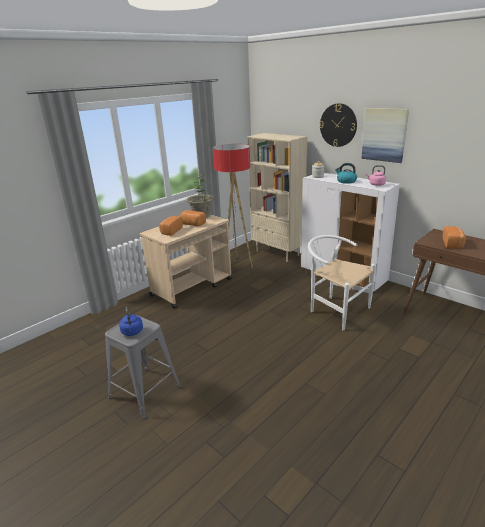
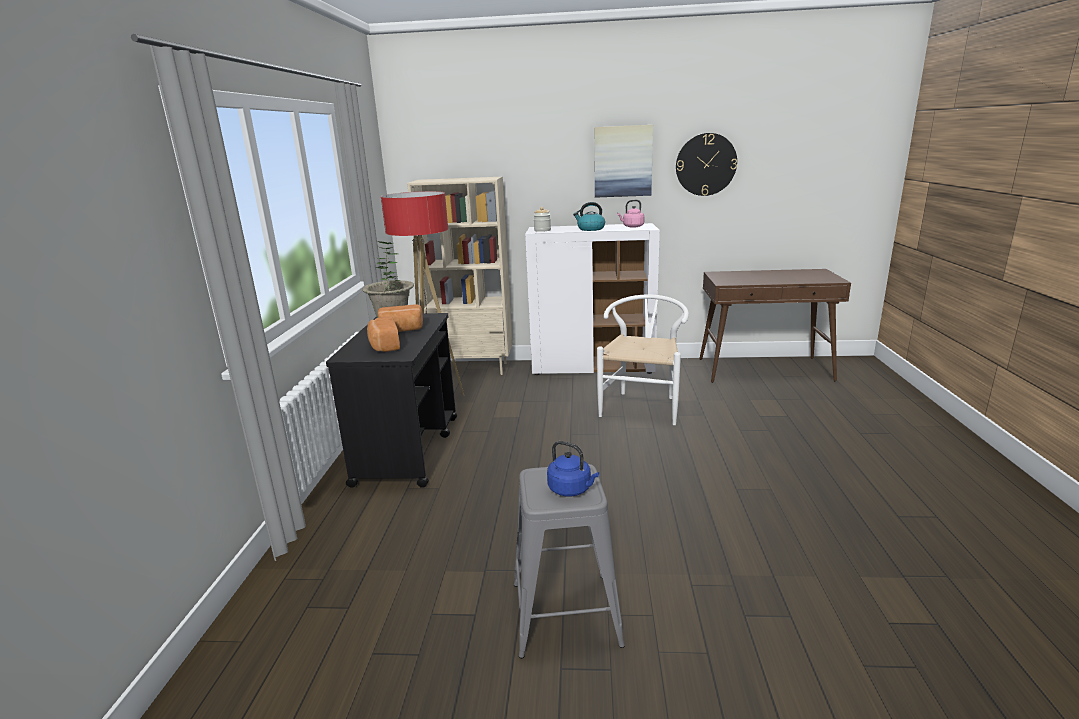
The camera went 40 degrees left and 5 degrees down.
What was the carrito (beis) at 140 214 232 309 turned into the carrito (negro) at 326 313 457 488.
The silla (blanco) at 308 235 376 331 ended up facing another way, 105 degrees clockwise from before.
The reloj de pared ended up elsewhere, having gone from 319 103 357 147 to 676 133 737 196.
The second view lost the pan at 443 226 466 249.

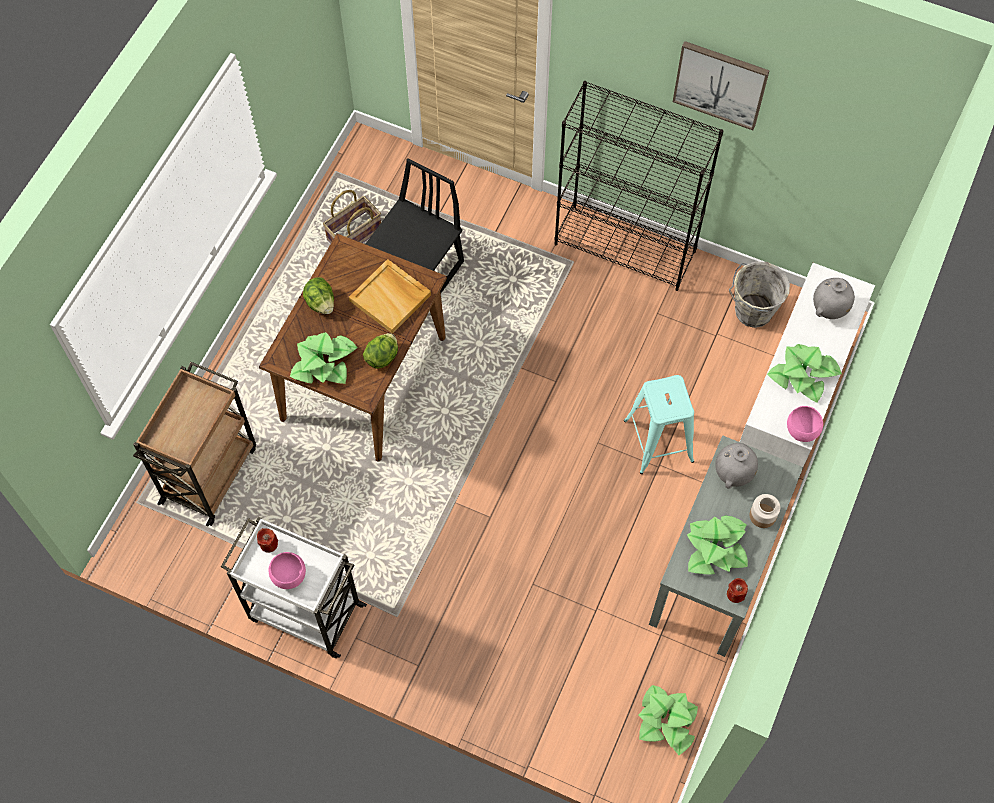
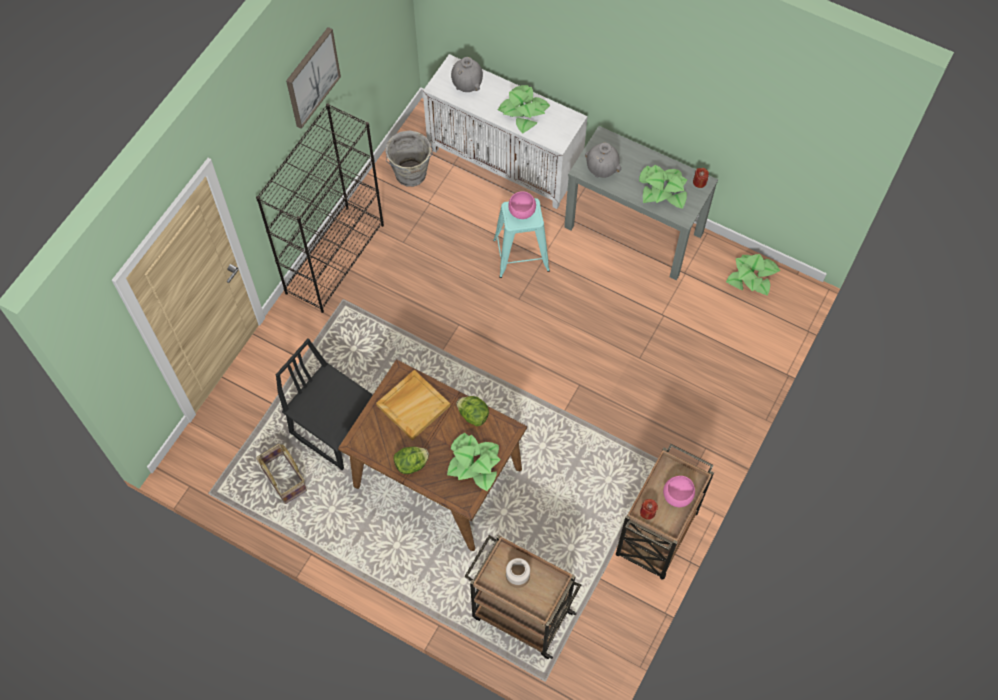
The camera went 85 degrees left and 0 degrees up.
What was the carrito (blanco) at 221 517 367 658 turned into the carrito (marrón) at 616 444 714 580.
The tarro ended up elsewhere, having gone from 750 494 780 528 to 506 558 530 588.
The cuenco (rosa) ended up elsewhere, having gone from 787 406 823 442 to 508 191 536 219.

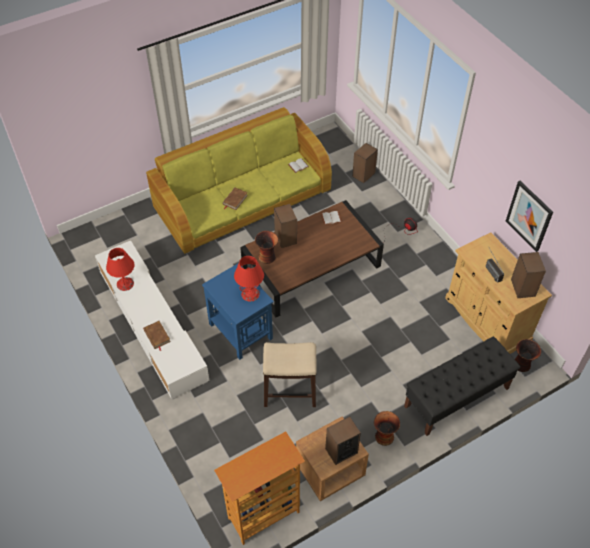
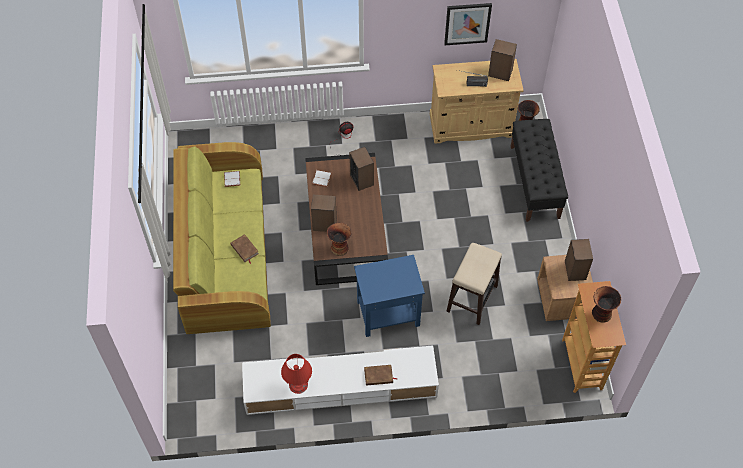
The camera went 65 degrees left and 5 degrees up.
The second view lost the lámpara de mesa (rojo) at 234 256 264 302.
The altavoz ended up elsewhere, having gone from 352 143 378 183 to 349 147 374 191.
The florero ended up elsewhere, having gone from 374 411 400 446 to 592 286 621 323.

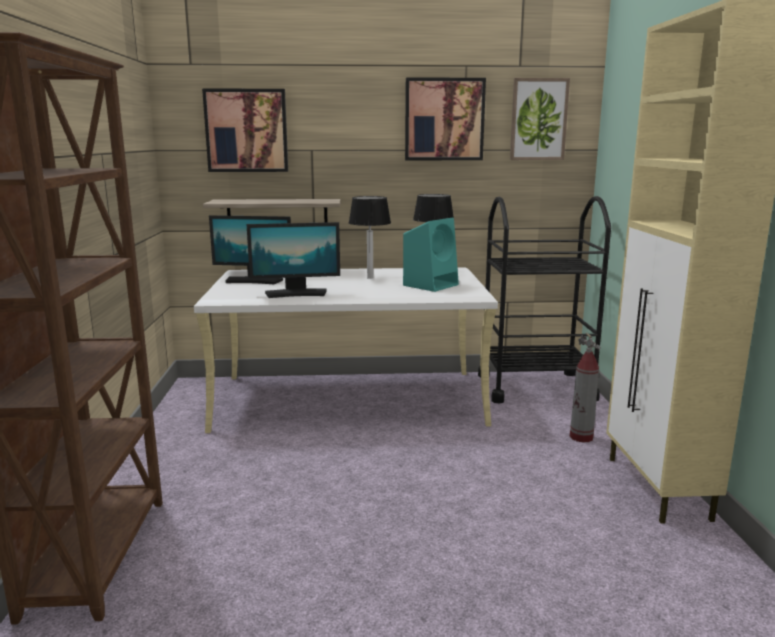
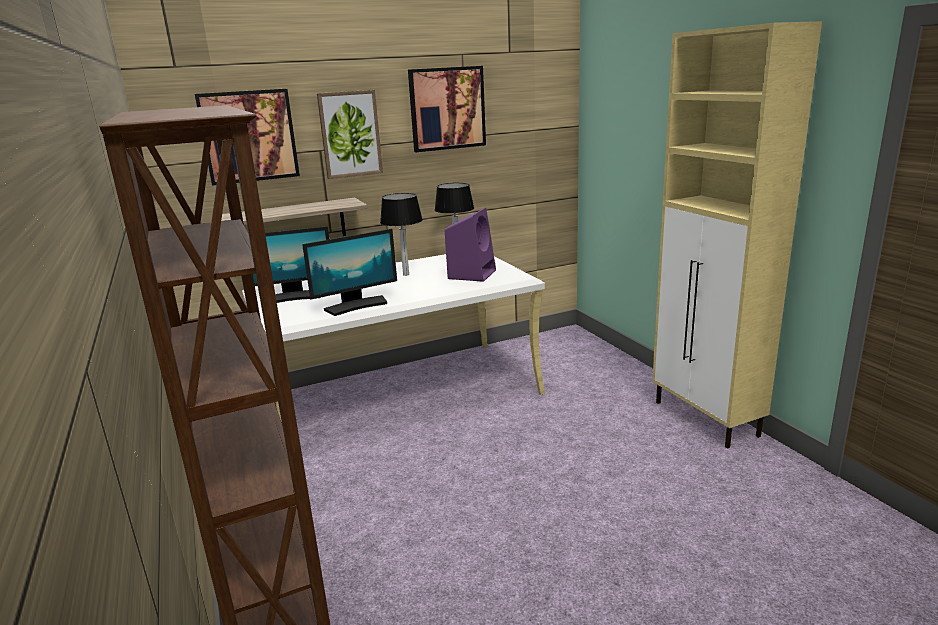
The camera went 20 degrees left and 5 degrees up.
What was the altavoz (turquesa) at 403 218 459 292 turned into the altavoz (morado) at 445 208 496 282.
The second view lost the carrito (negro) at 478 196 611 403.
The cuadro ended up elsewhere, having gone from 510 78 570 160 to 317 90 383 179.
The second view lost the extintor at 570 333 601 442.

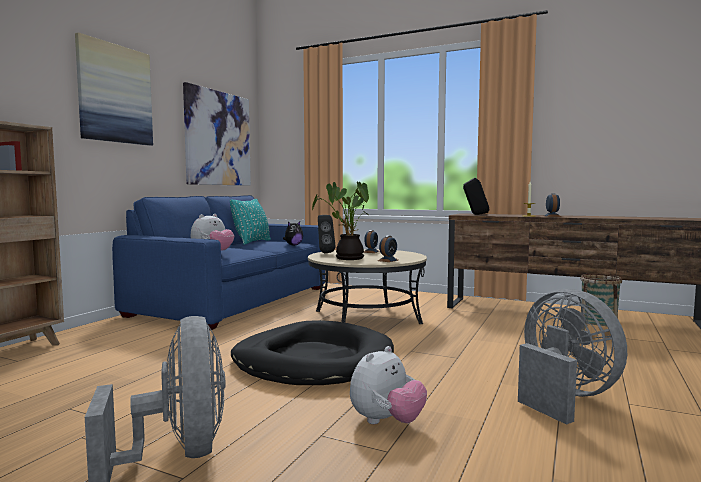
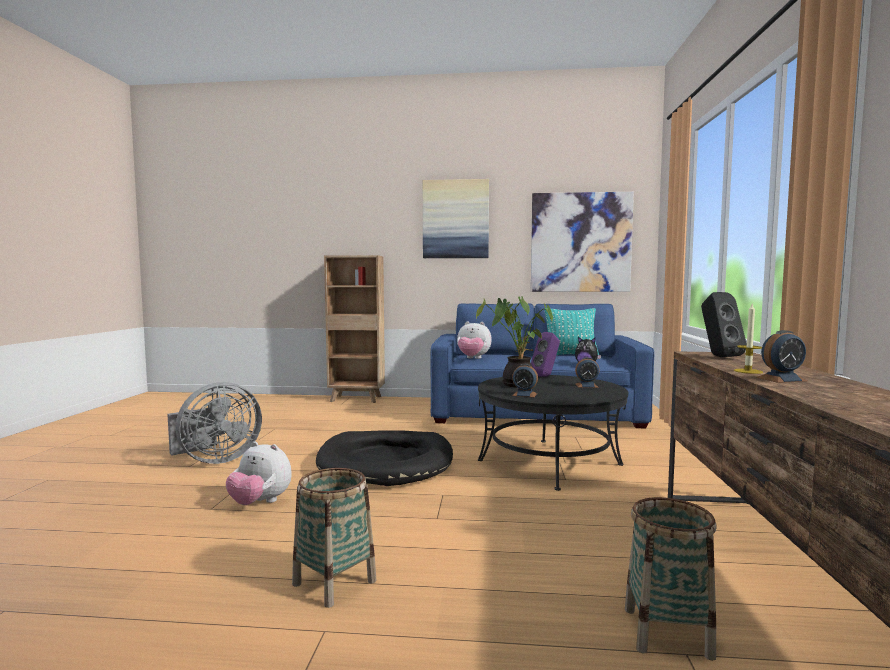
The camera went 70 degrees right and 0 degrees up.
What was the mesa de centro (beis) at 308 249 427 324 turned into the mesa de centro (negro) at 478 375 628 491.
What was the altavoz (negro) at 318 215 335 253 turned into the altavoz (morado) at 531 332 560 377.
Where the ventilador (gris) stood at 518 289 627 425, the cesta came to stand at 292 468 377 608.

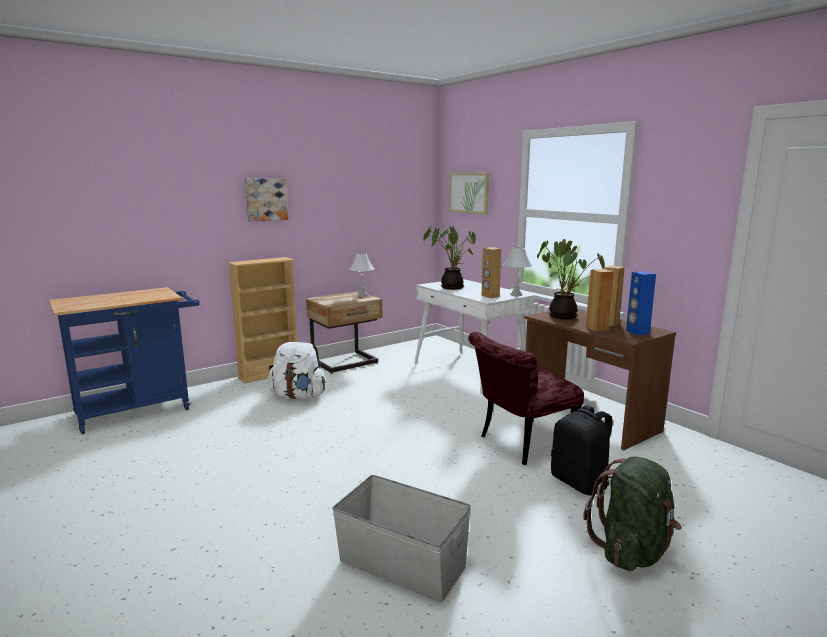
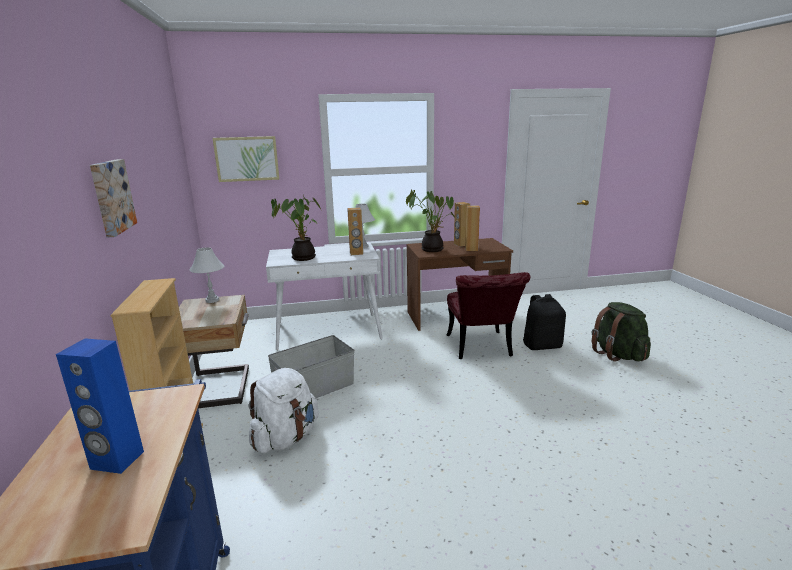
The camera went 65 degrees left and 5 degrees up.
The caja de almacenaje (gris) ended up elsewhere, having gone from 332 475 471 602 to 268 335 355 399.
The altavoz (azul) ended up elsewhere, having gone from 626 271 656 335 to 56 338 144 474.

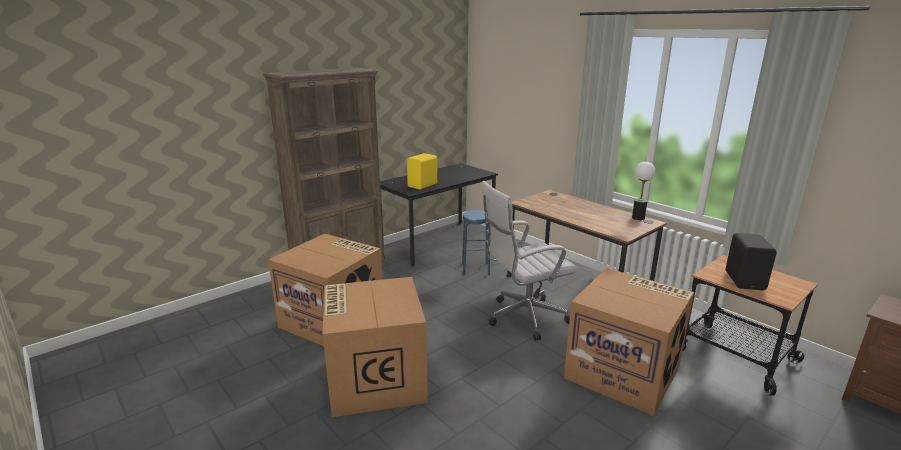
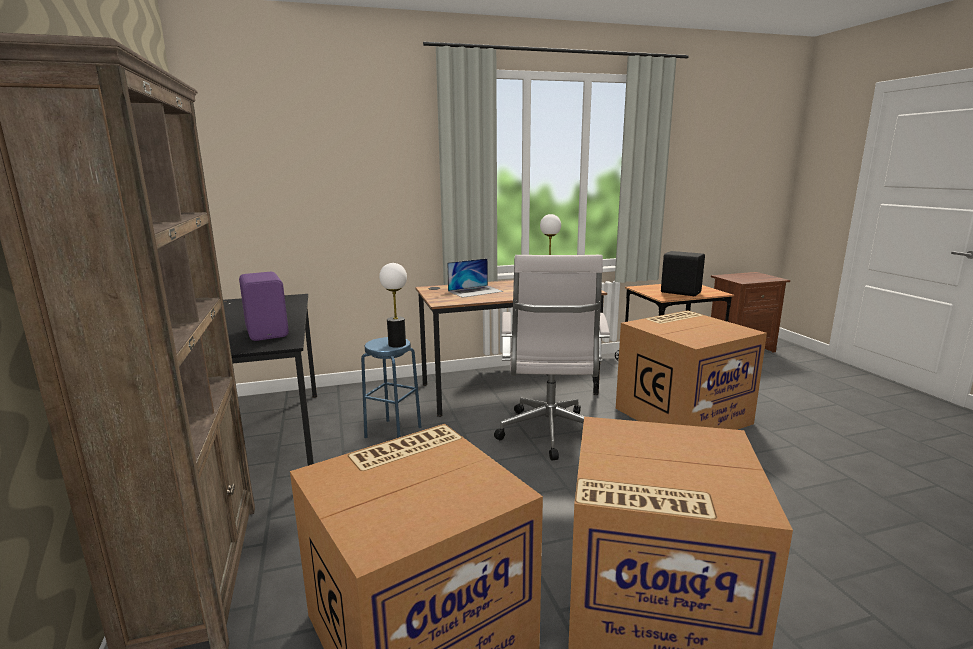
The camera went 65 degrees left and 5 degrees down.
What was the altavoz (amarillo) at 407 153 437 190 turned into the altavoz (morado) at 239 272 289 341.
The second view gained the lámpara de mesa at 379 263 407 347.
The second view gained the portátil at 447 258 503 298.

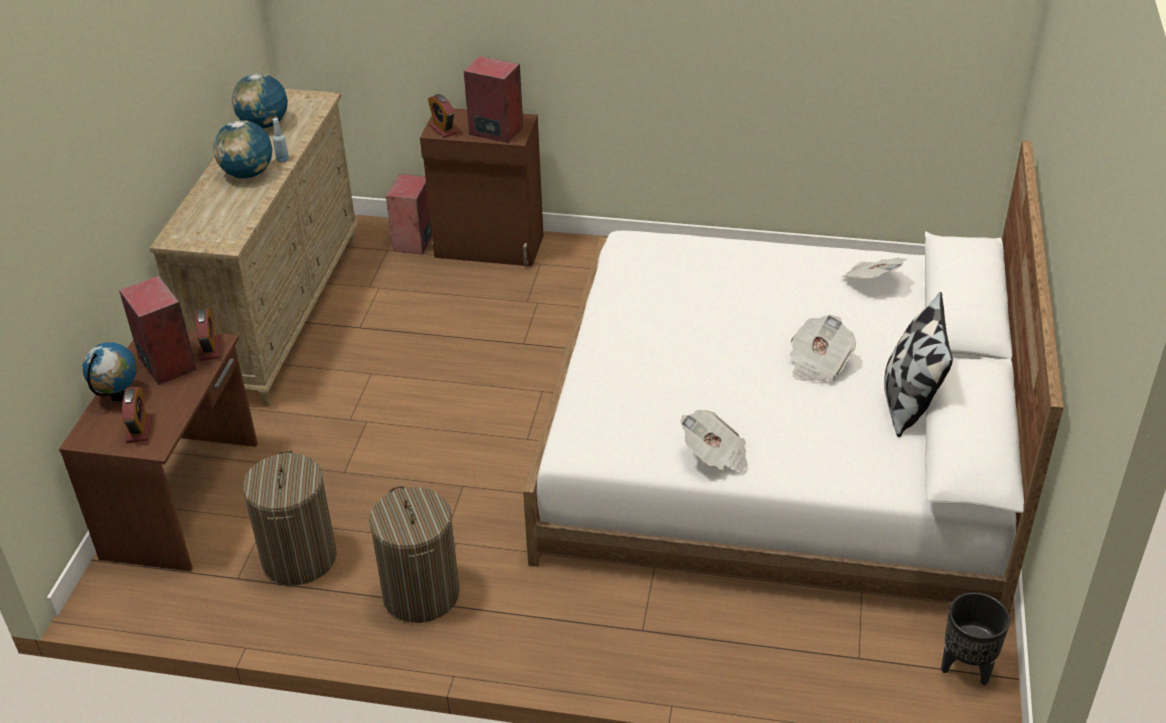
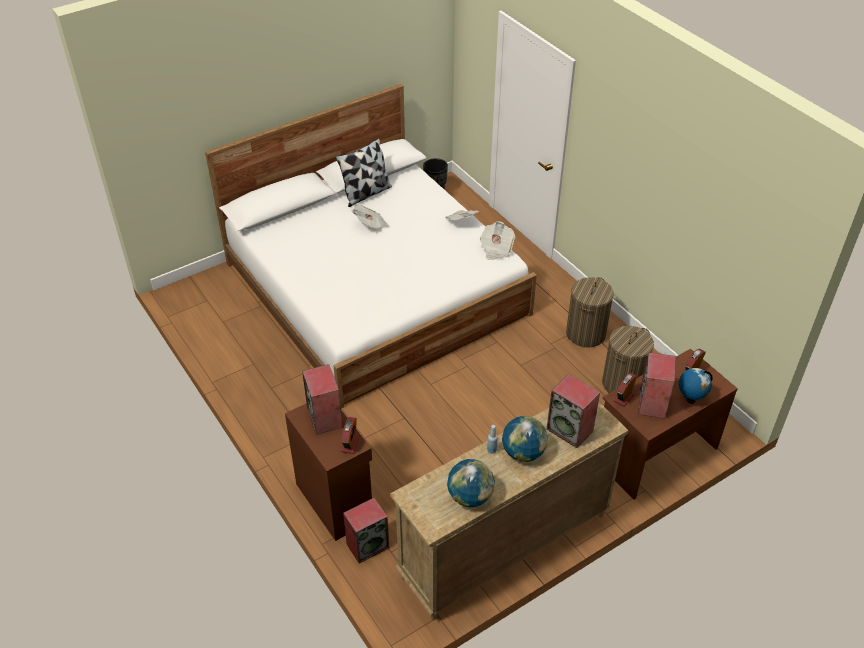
The camera went 135 degrees left and 5 degrees up.
The periódico ended up elsewhere, having gone from 841 258 907 279 to 480 221 515 260.
The second view gained the altavoz at 547 374 600 448.

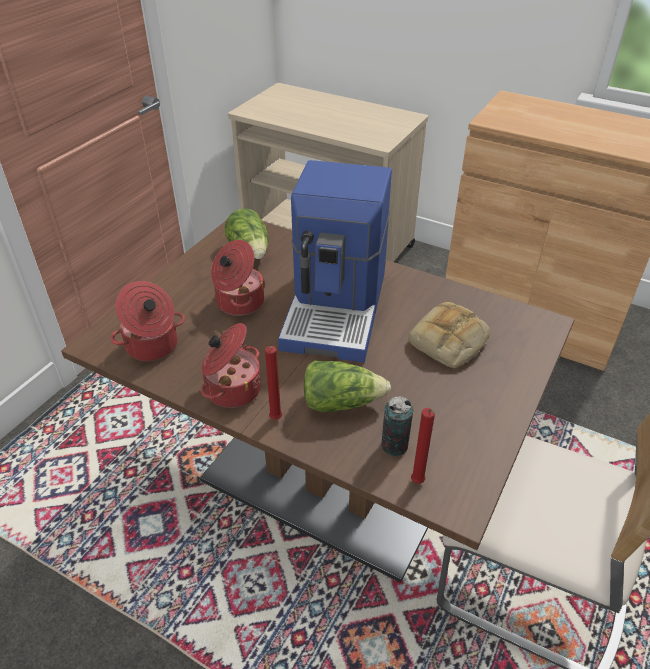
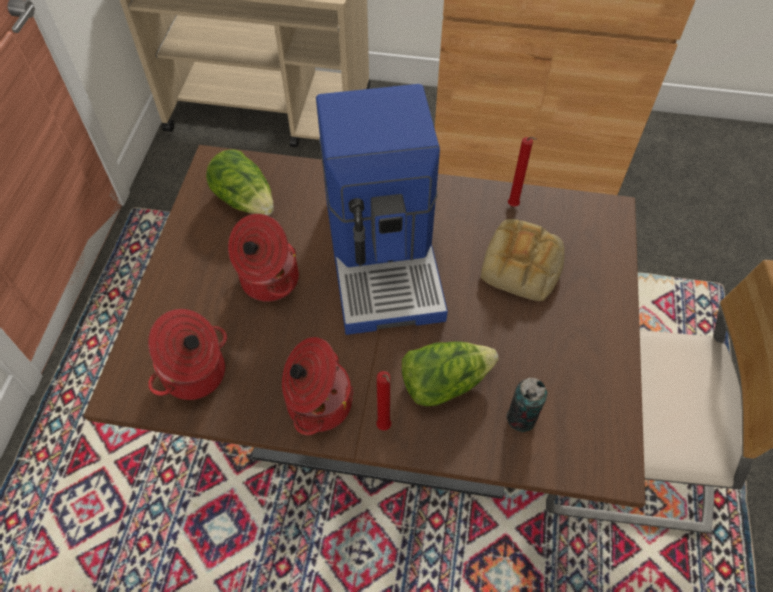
The camera went 20 degrees left and 15 degrees up.
The vela (rojo) ended up elsewhere, having gone from 411 408 436 484 to 508 137 537 207.

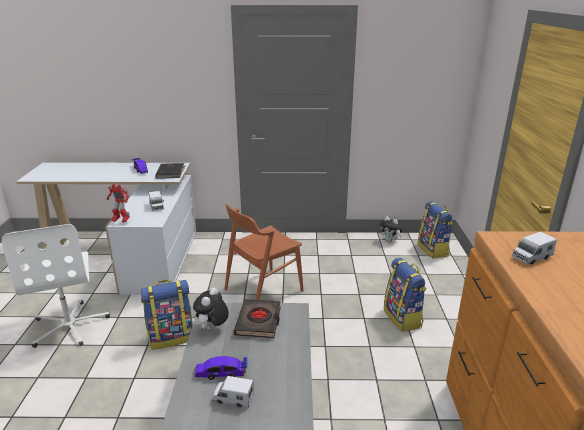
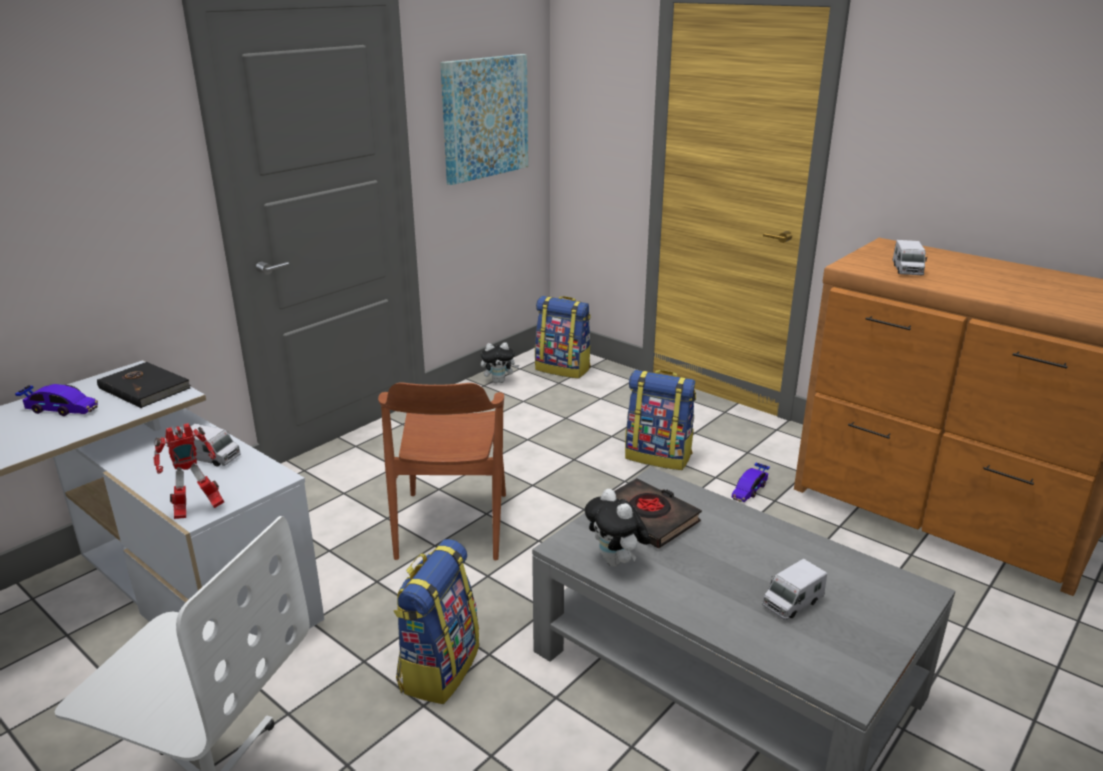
The camera went 50 degrees left and 0 degrees up.
The coche de juguete ended up elsewhere, having gone from 194 356 247 380 to 732 463 770 502.
The second view gained the cuadro at 440 54 528 185.

